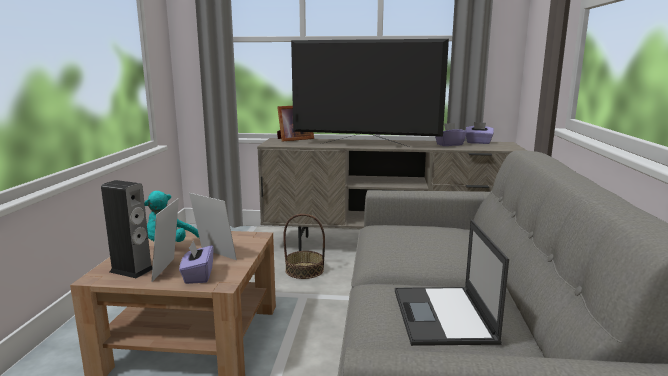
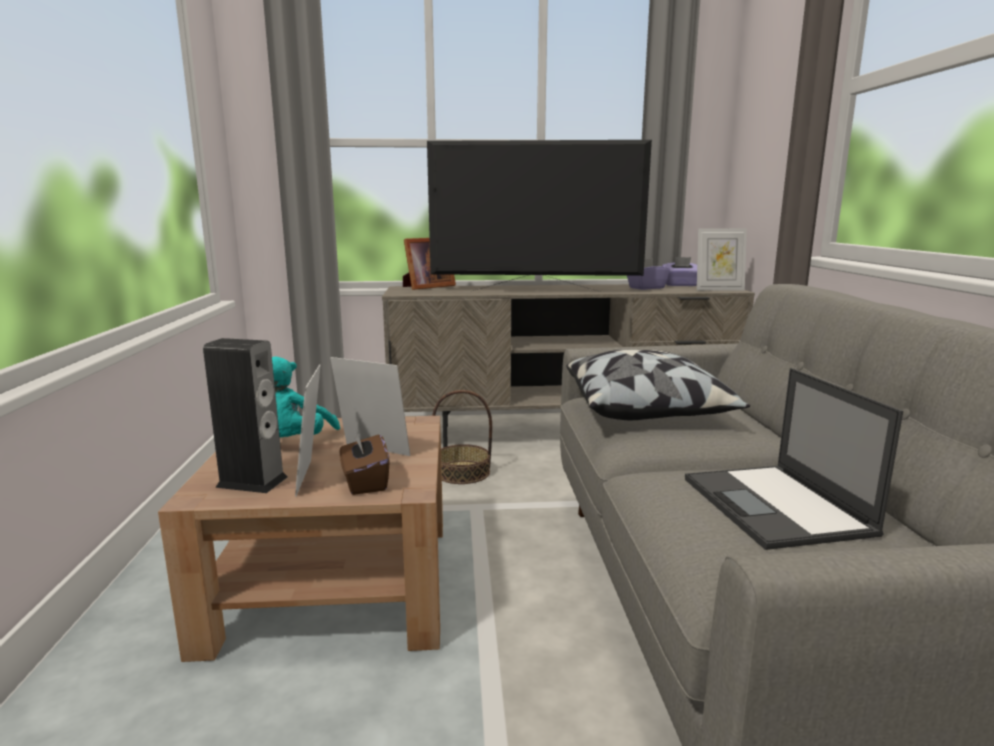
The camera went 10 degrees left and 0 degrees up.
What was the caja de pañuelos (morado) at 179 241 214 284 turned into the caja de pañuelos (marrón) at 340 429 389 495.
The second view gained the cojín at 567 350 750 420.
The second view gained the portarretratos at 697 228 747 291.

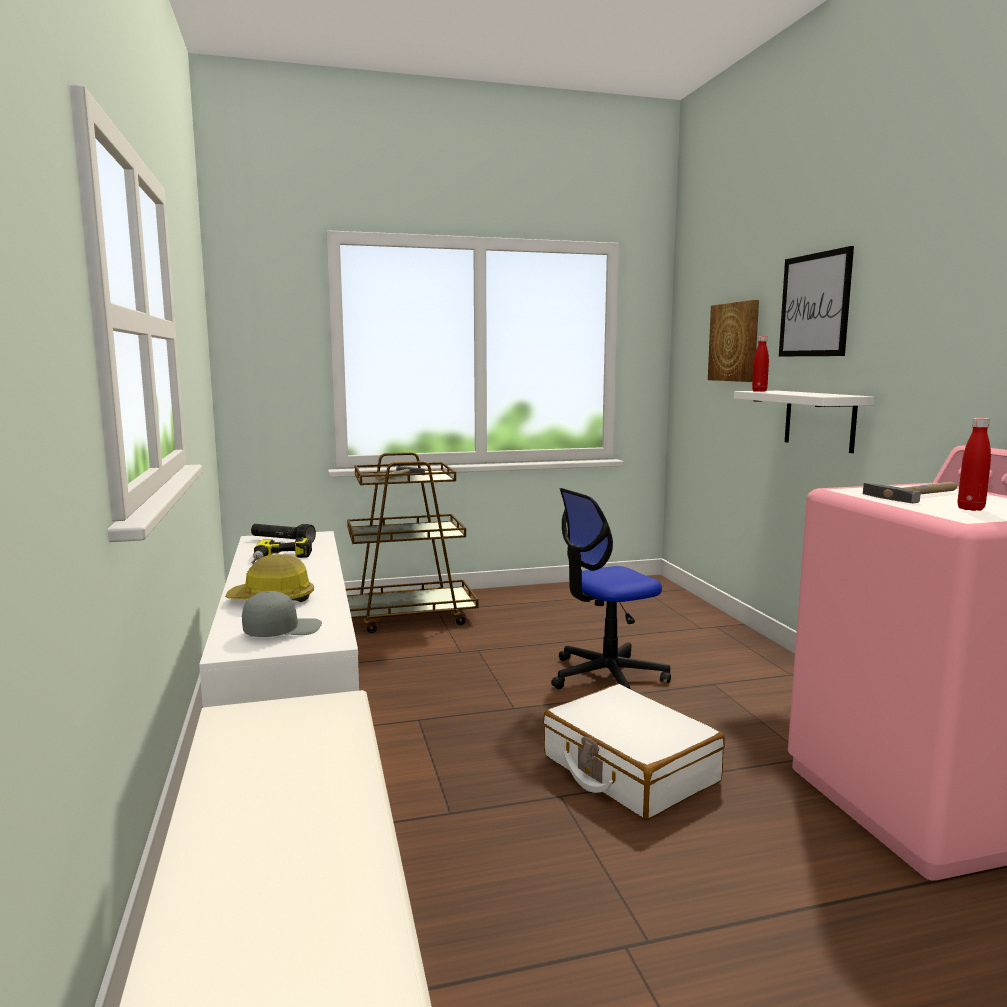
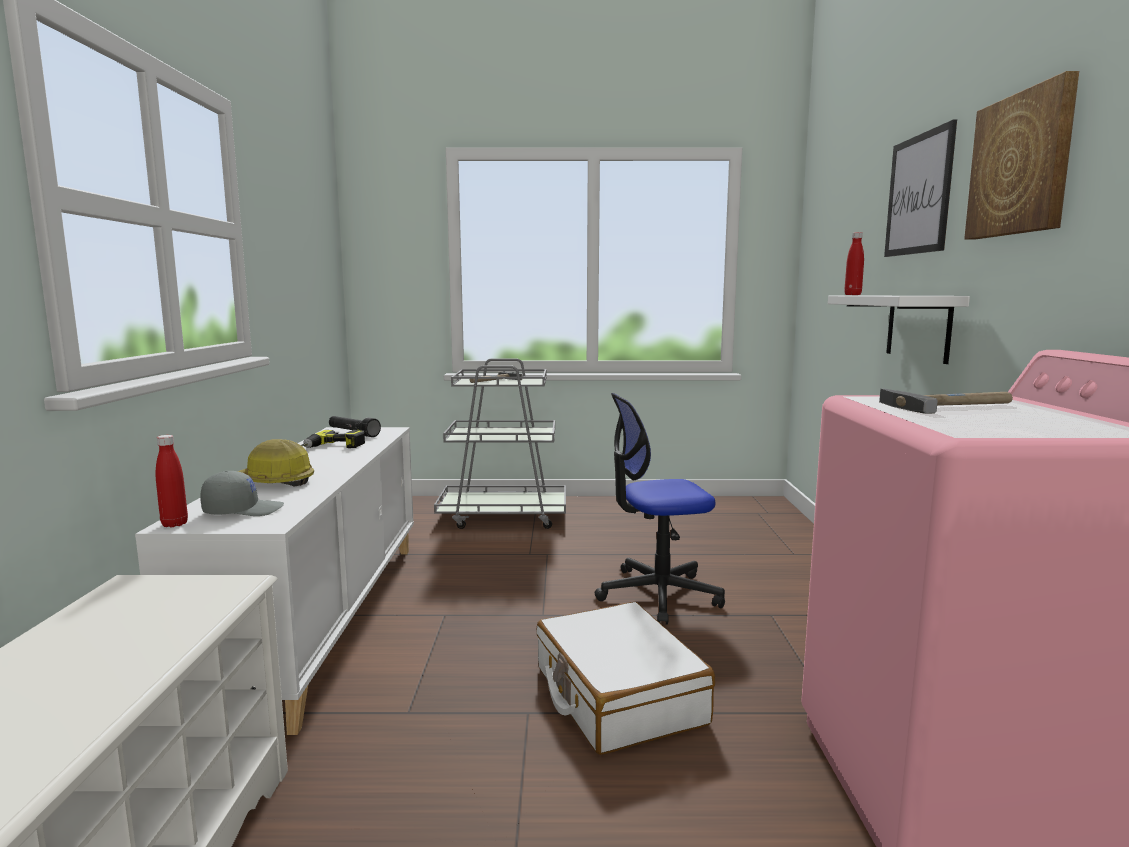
The camera went 15 degrees right and 0 degrees up.
What was the carrito (marrón) at 345 452 478 633 turned into the carrito (gris) at 434 359 566 529.
The cuadro ended up elsewhere, having gone from 708 300 759 382 to 964 71 1079 240.
The botella (rojo) ended up elsewhere, having gone from 958 418 991 511 to 156 435 188 527.

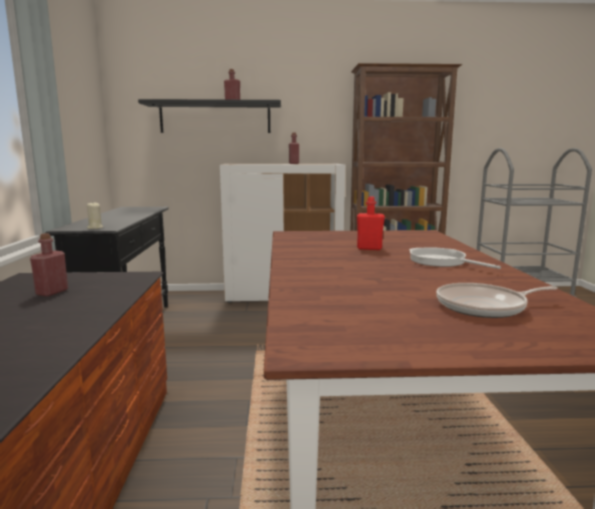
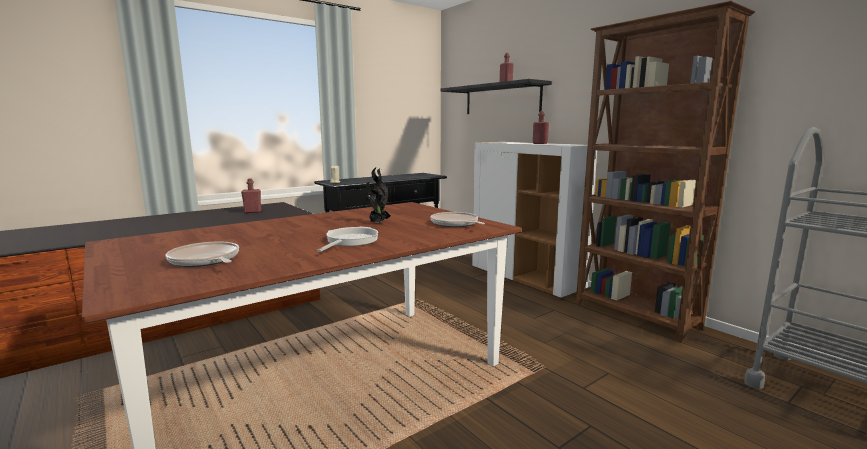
The camera went 55 degrees right and 0 degrees up.
Where the botella (rojo) stood at 357 196 385 250, the planta en maceta came to stand at 366 167 391 224.
The second view gained the sartén at 430 212 485 227.

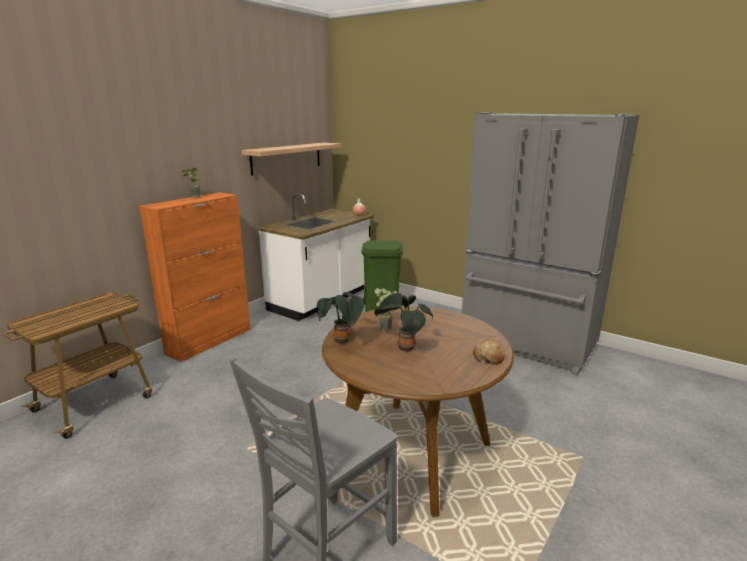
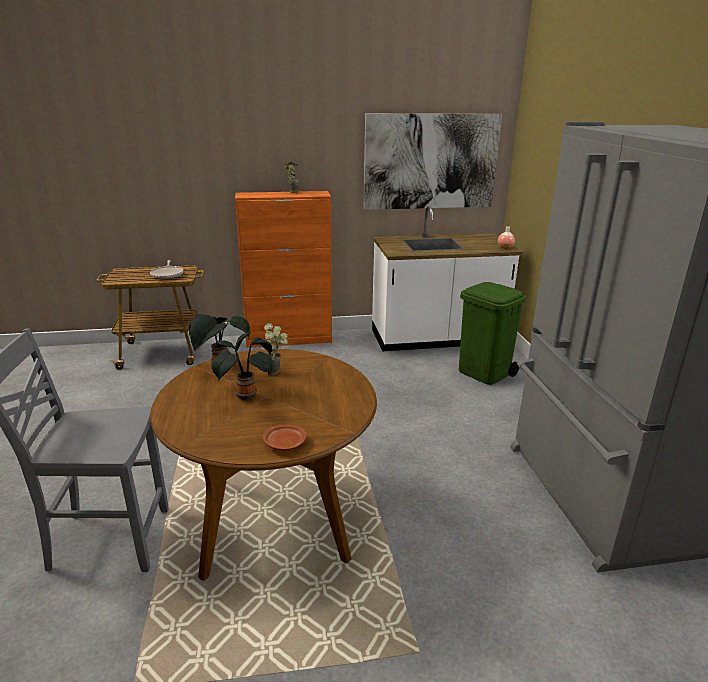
The camera went 45 degrees right and 5 degrees up.
Where the estante hung at 242 143 341 176, the cuadro came to hang at 363 113 502 210.
Where the pan stood at 473 340 504 365, the plato (marrón) came to stand at 263 424 307 451.
The second view gained the sartén at 150 260 183 279.

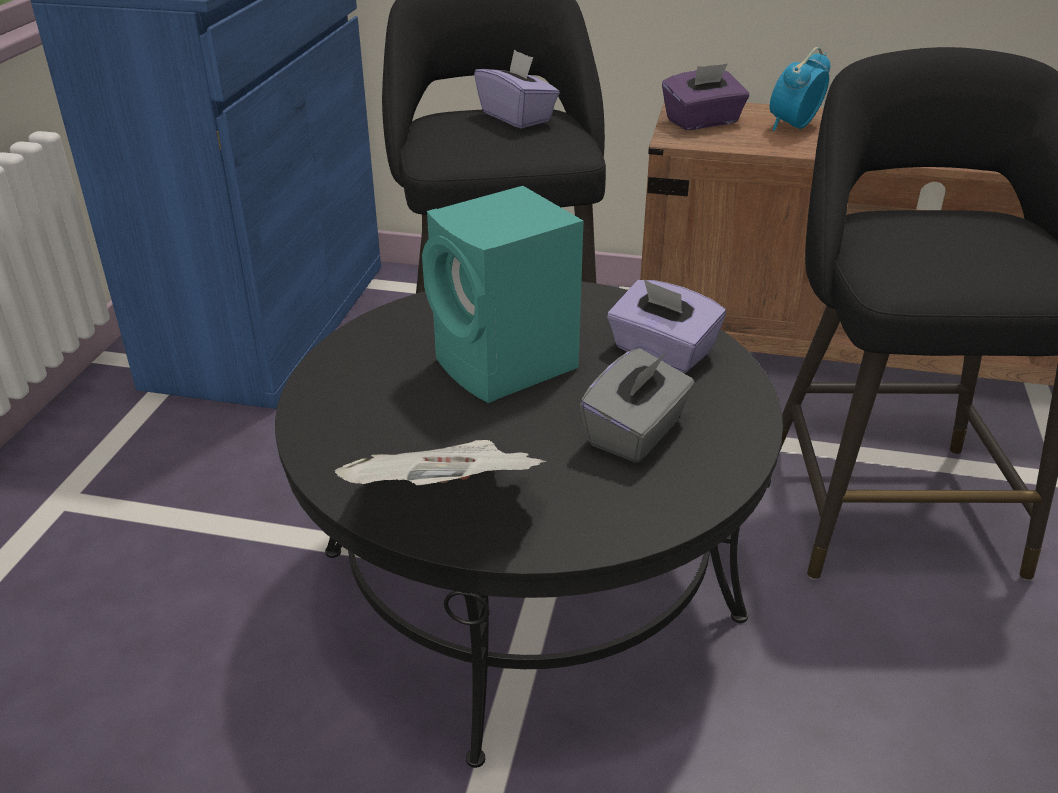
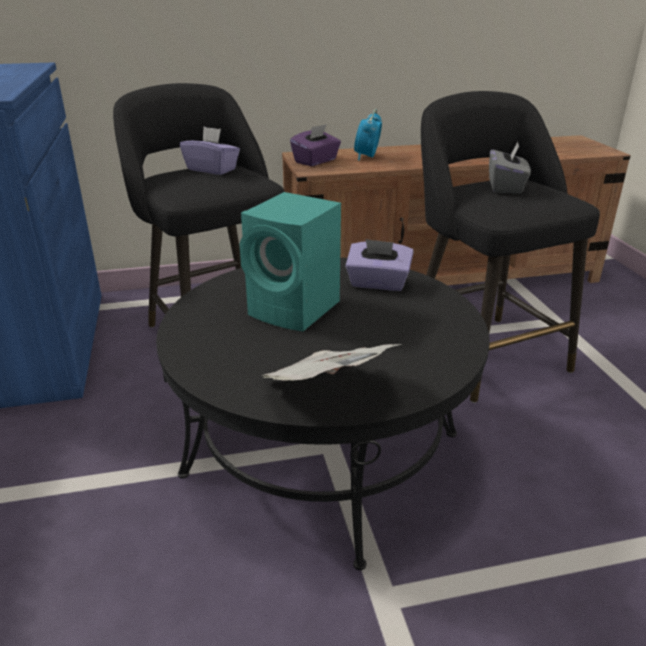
The camera went 25 degrees left and 5 degrees down.
The caja de pañuelos (gris) ended up elsewhere, having gone from 580 348 695 463 to 489 142 531 194.

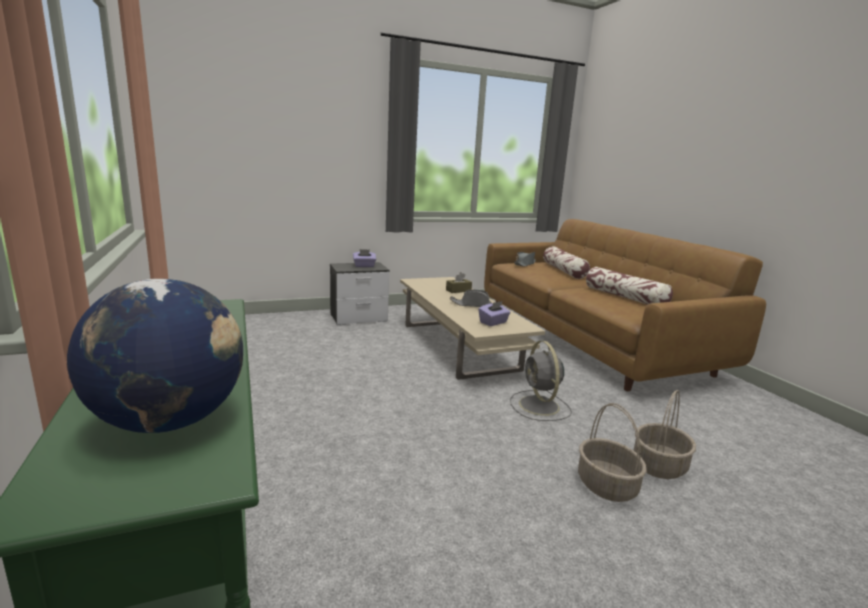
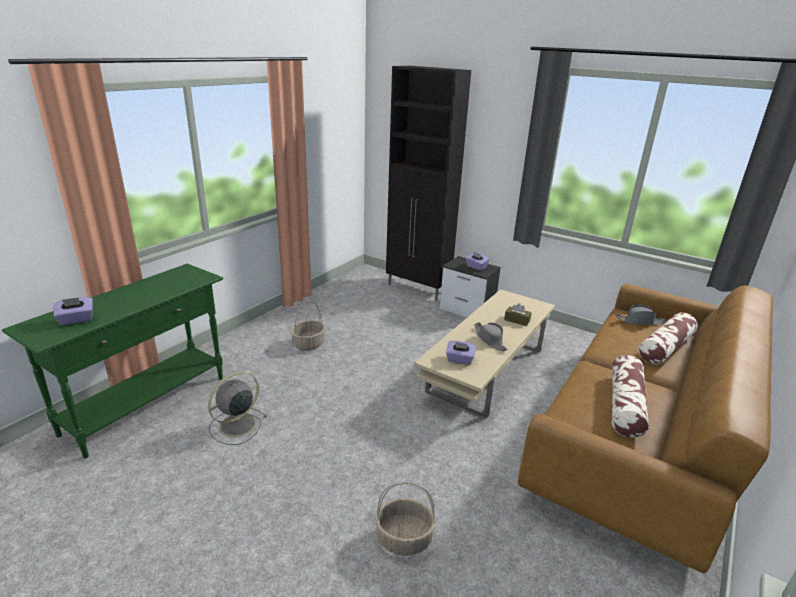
The camera went 55 degrees right and 10 degrees up.
Where the globo terráqueo stood at 67 279 243 433, the caja de pañuelos (morado) came to stand at 53 297 93 326.
The ventilador (gris) ended up elsewhere, having gone from 510 341 572 421 to 208 372 267 445.
The cesta ended up elsewhere, having gone from 578 403 647 502 to 291 301 326 351.
The second view gained the armario (negro) at 386 66 471 301.

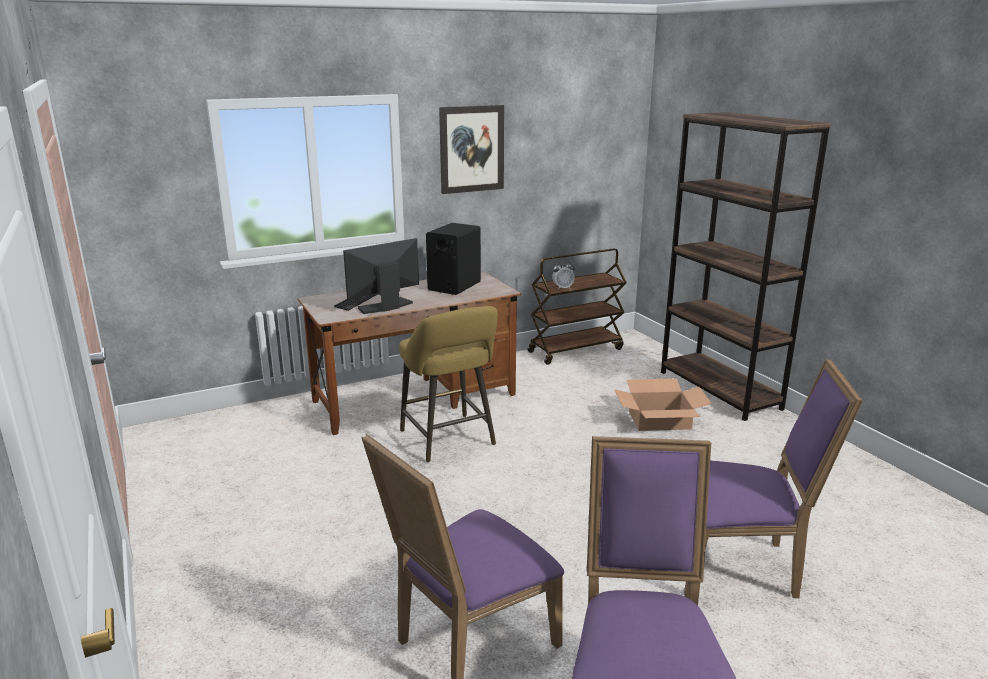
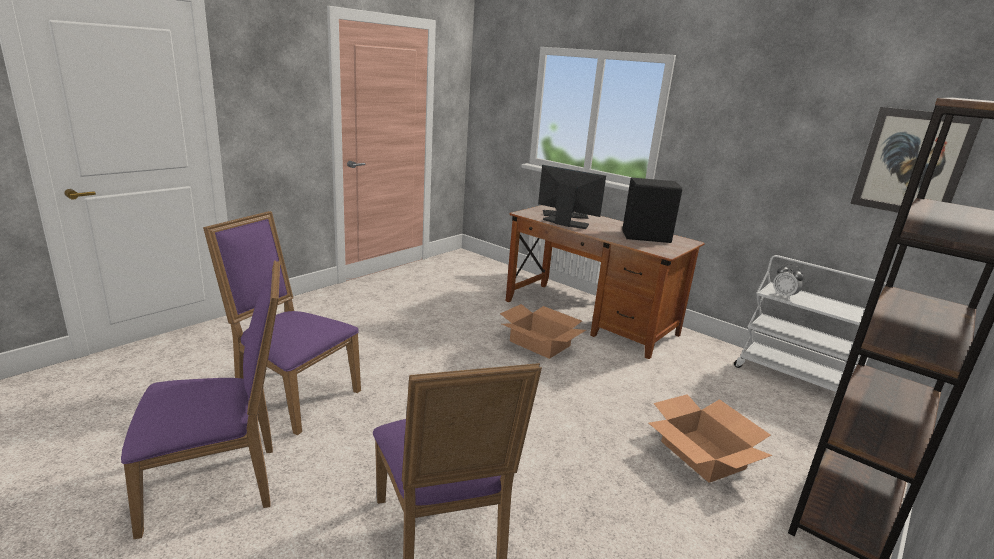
The camera went 65 degrees right and 0 degrees up.
Where the taburete (amarillo) stood at 399 306 498 462, the caja de cartón came to stand at 500 304 586 359.
The cuadro ended up elsewhere, having gone from 439 105 504 194 to 850 107 983 213.
What was the carrito (marrón) at 527 248 627 365 turned into the carrito (blanco) at 734 255 886 395.

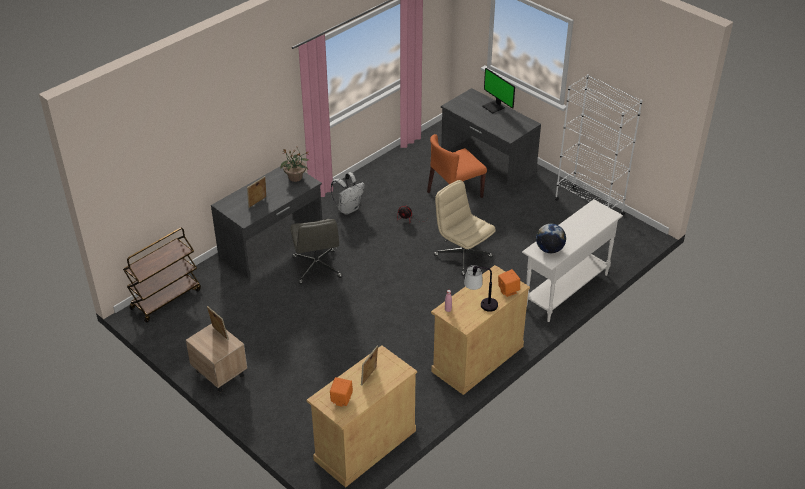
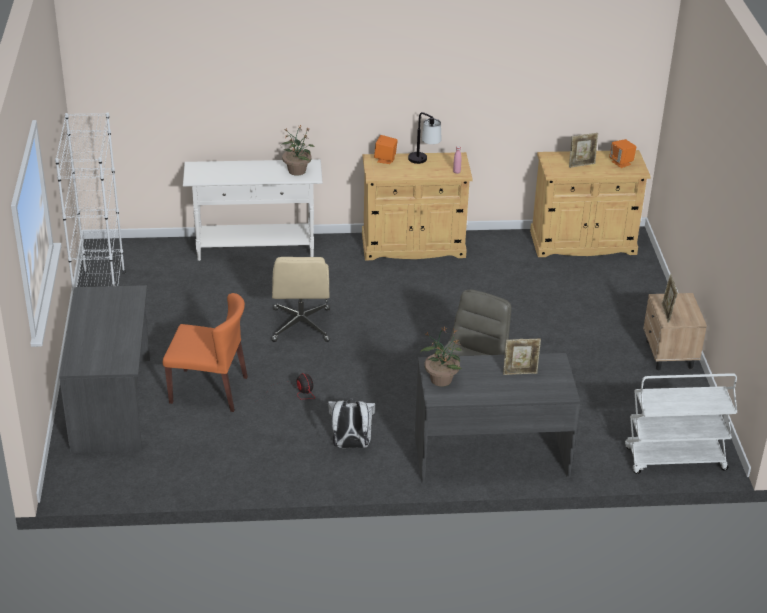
The camera went 140 degrees left and 5 degrees down.
What was the carrito (marrón) at 123 228 201 323 turned into the carrito (blanco) at 625 373 737 474.
The second view lost the monitor at 482 68 515 114.
Where the globo terráqueo stood at 536 224 566 253, the planta en maceta came to stand at 281 124 315 176.

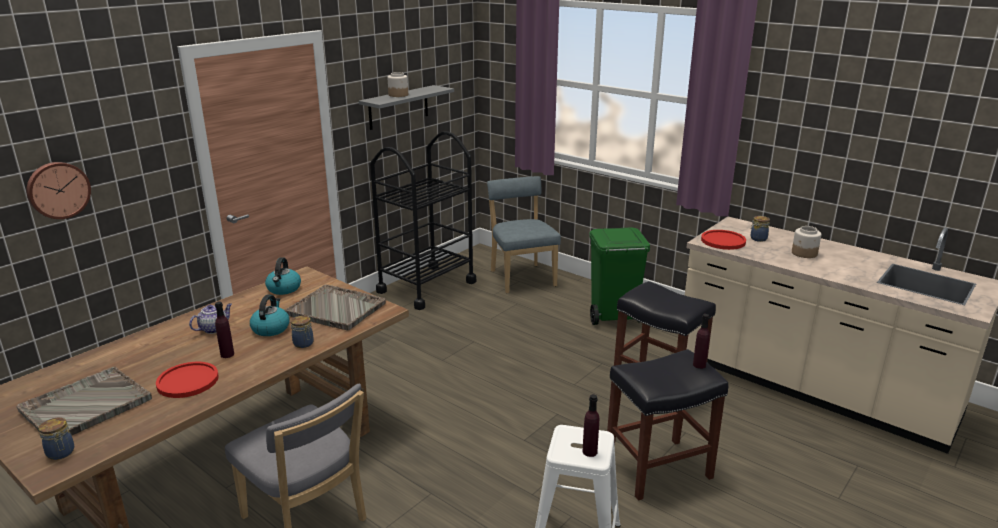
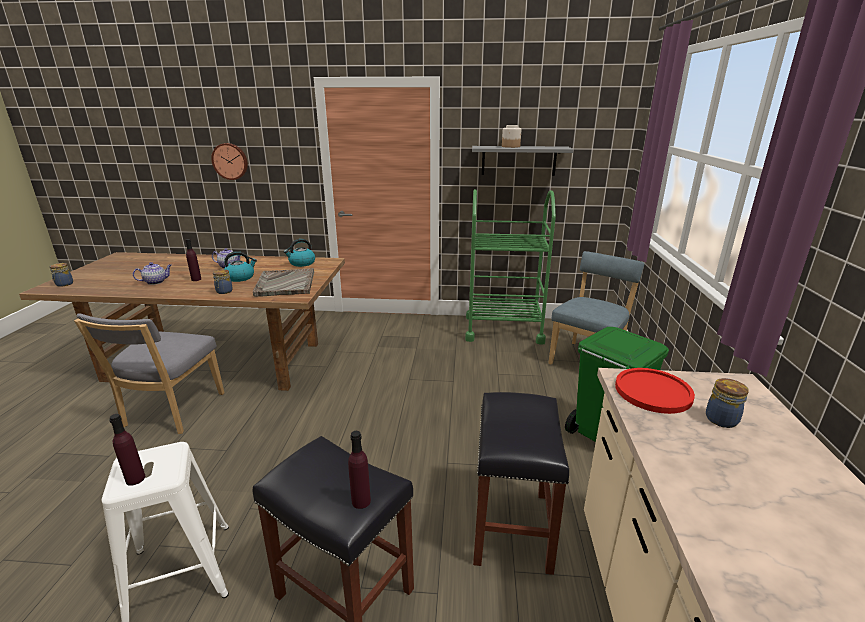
The camera went 55 degrees right and 0 degrees up.
The second view lost the bandeja (gris) at 17 366 152 435.
Where the plato (rojo) stood at 156 362 219 398, the tetera came to stand at 133 262 171 285.
What was the carrito (negro) at 370 131 476 310 turned into the carrito (verde) at 465 189 556 345.
The second view lost the tarro at 792 226 822 258.

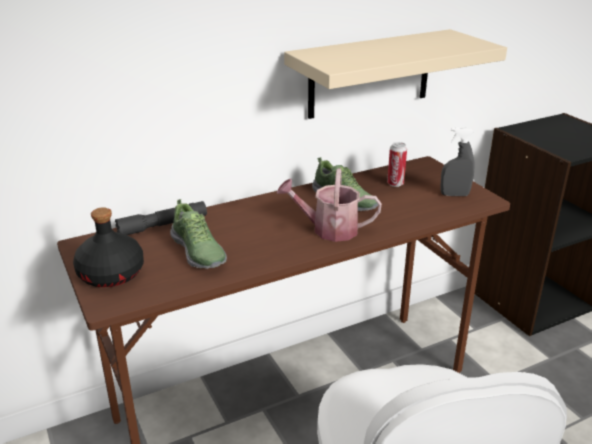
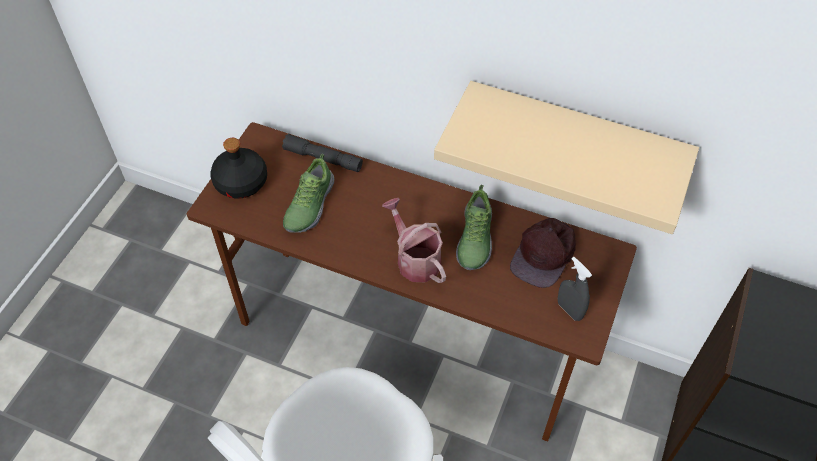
The camera went 50 degrees right and 25 degrees up.
Where the lata stood at 387 142 407 187, the gorra (marrón) came to stand at 510 218 576 288.

